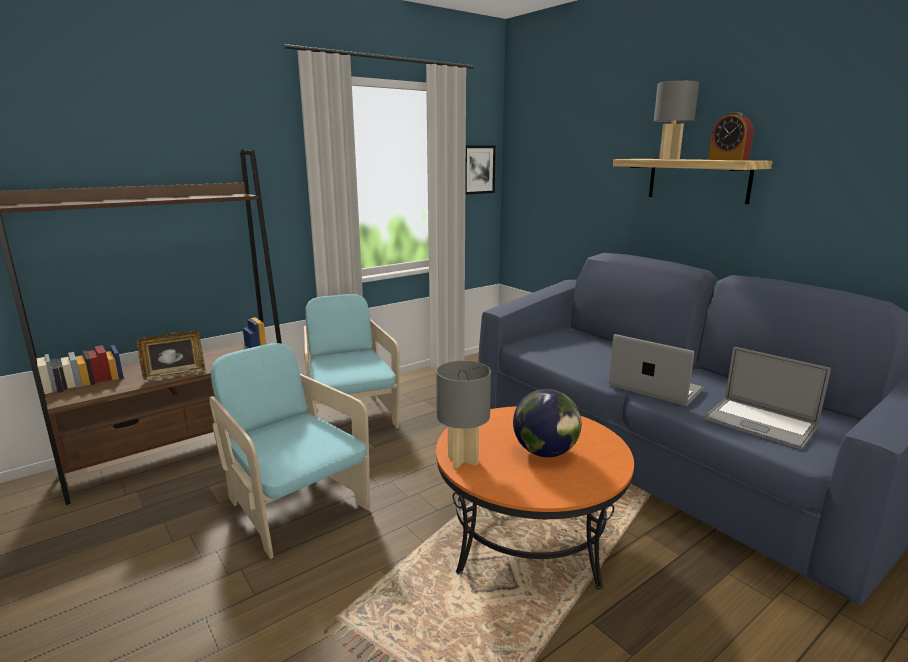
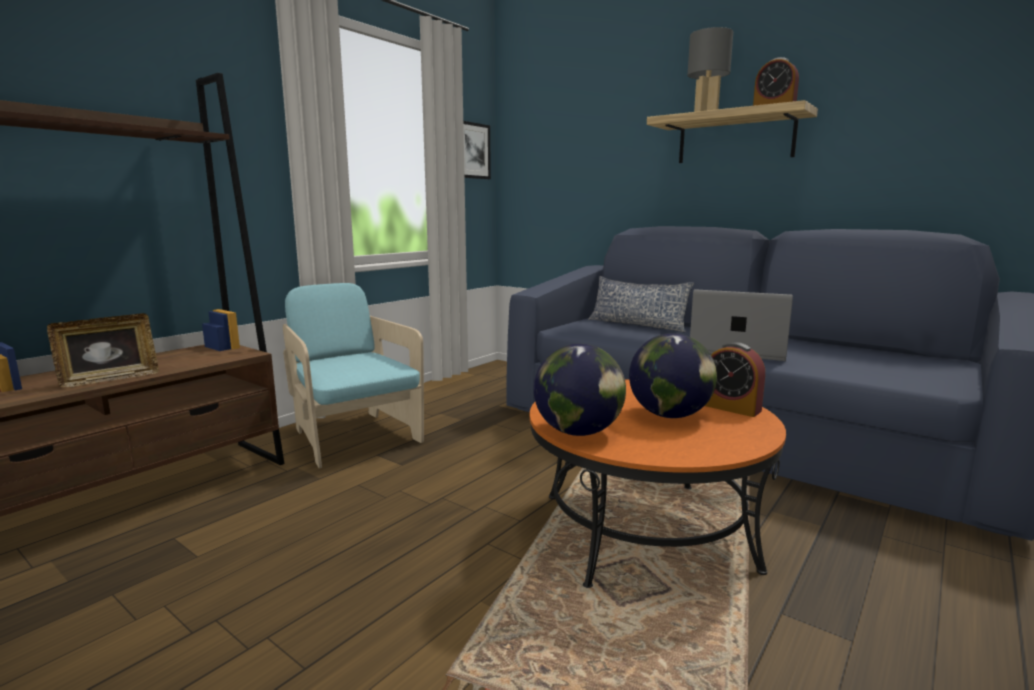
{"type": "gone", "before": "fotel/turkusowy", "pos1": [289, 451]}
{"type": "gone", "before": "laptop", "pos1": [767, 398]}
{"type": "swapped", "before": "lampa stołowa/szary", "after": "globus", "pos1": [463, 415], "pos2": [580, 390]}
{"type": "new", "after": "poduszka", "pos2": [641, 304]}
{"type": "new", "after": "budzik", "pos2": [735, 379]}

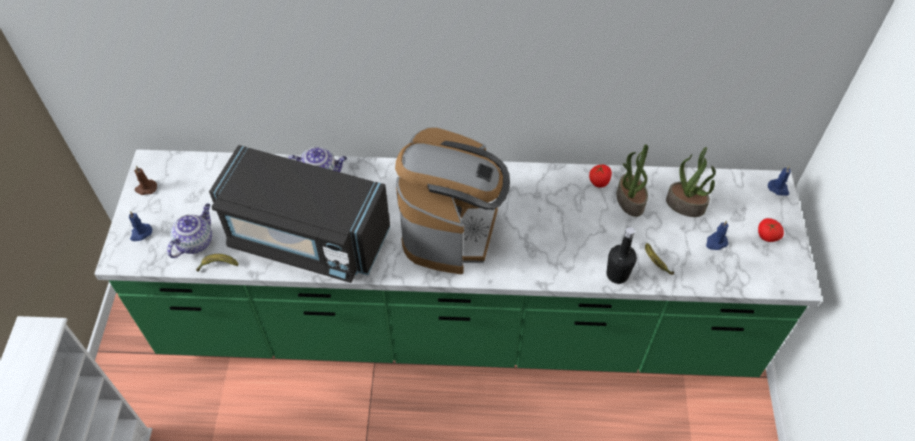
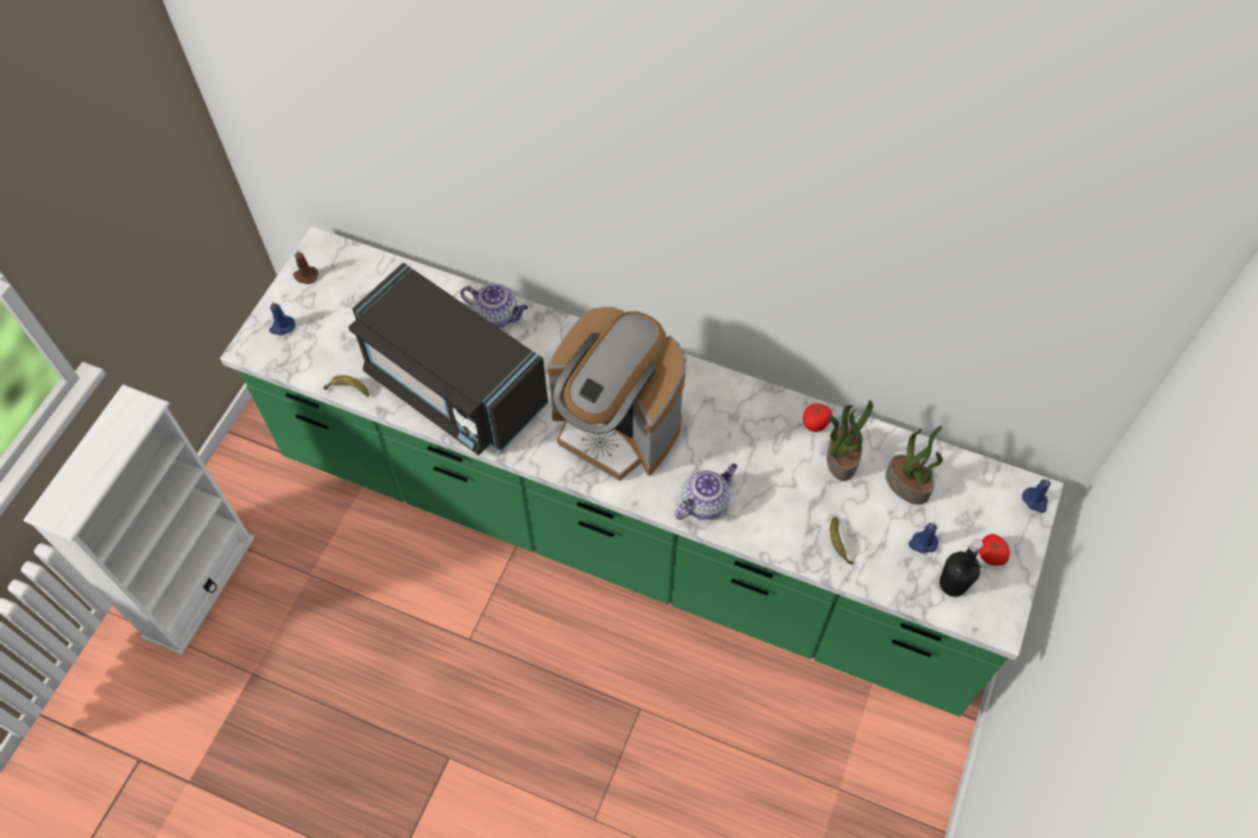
{"type": "rotated", "before": "ekspres do kawy", "pos1": [452, 200], "pos2": [616, 394], "turn": 90}
{"type": "shifted", "before": "imbryk", "pos1": [189, 230], "pos2": [706, 491]}
{"type": "shifted", "before": "butelka/czarny", "pos1": [621, 255], "pos2": [961, 568]}

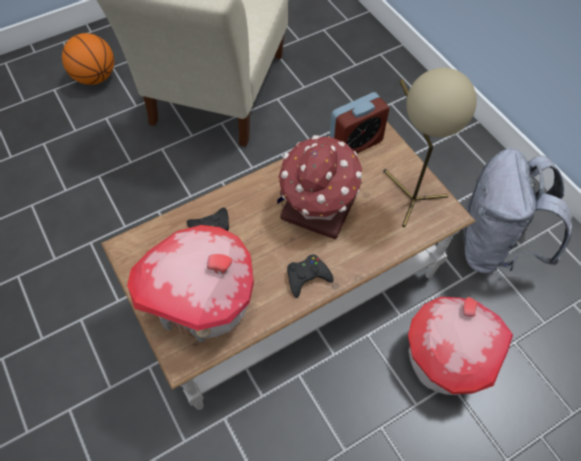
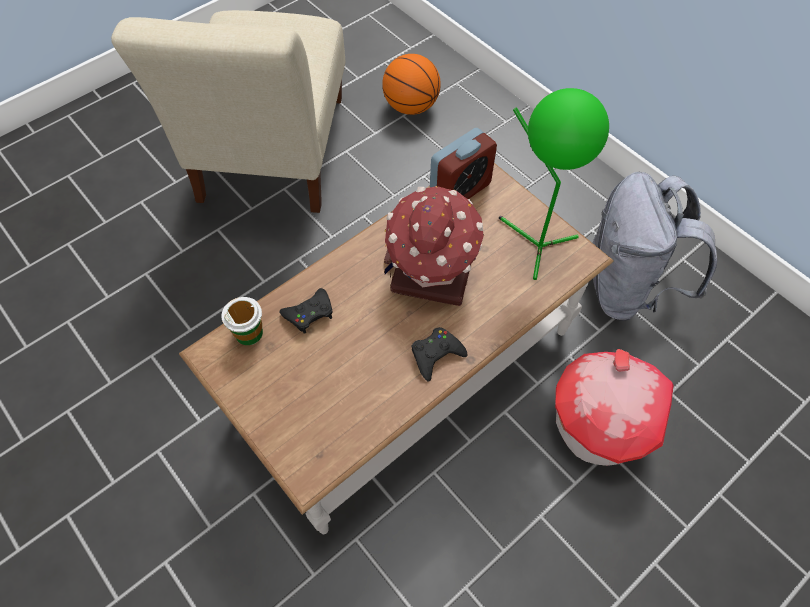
{"type": "shifted", "before": "piłka do koszykówki", "pos1": [88, 59], "pos2": [411, 84]}
{"type": "repainted", "before": "lampa stołowa/beżowy", "after": "lampa stołowa/zielony", "pos1": [430, 147], "pos2": [554, 184]}
{"type": "gone", "before": "domek", "pos1": [190, 283]}
{"type": "new", "after": "filiżanka", "pos2": [242, 321]}

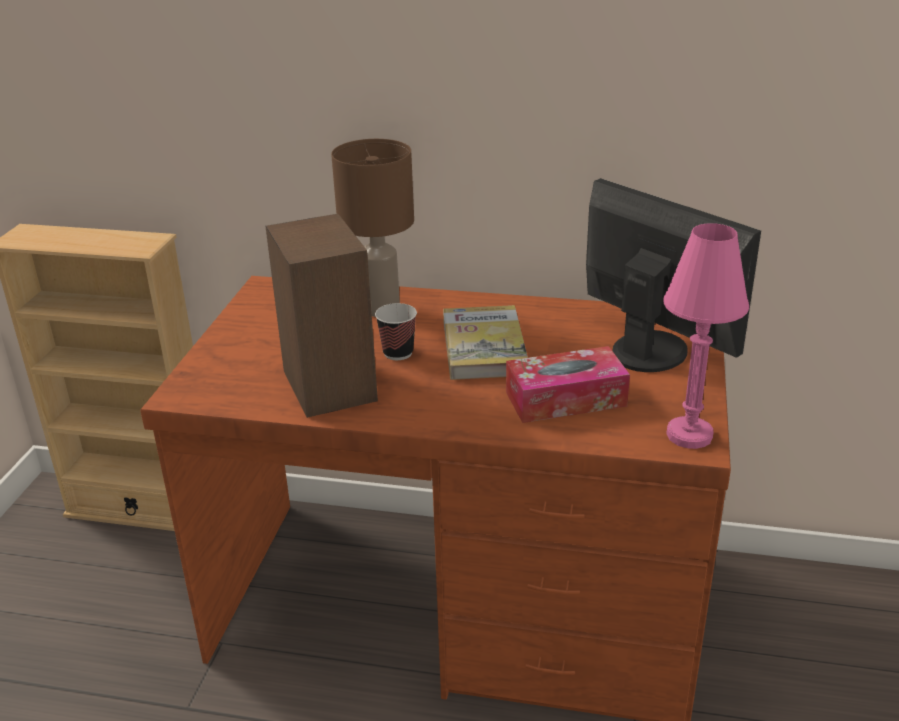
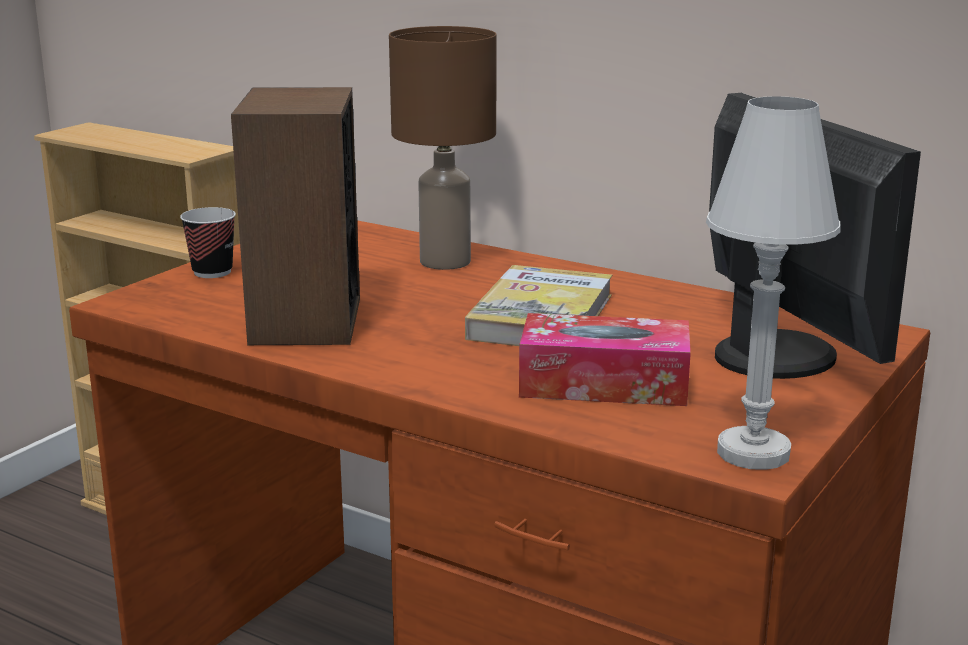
{"type": "repainted", "before": "lampa stołowa/różowy", "after": "lampa stołowa/biały", "pos1": [706, 336], "pos2": [773, 283]}
{"type": "shifted", "before": "filiżanka", "pos1": [396, 331], "pos2": [208, 242]}

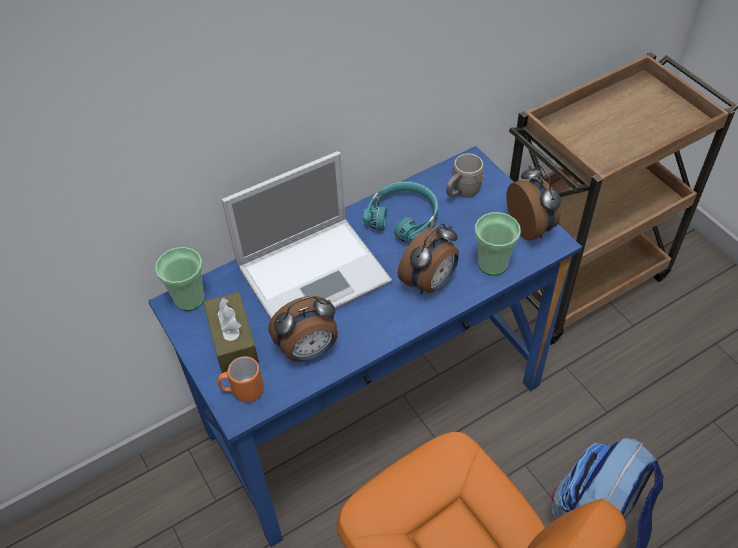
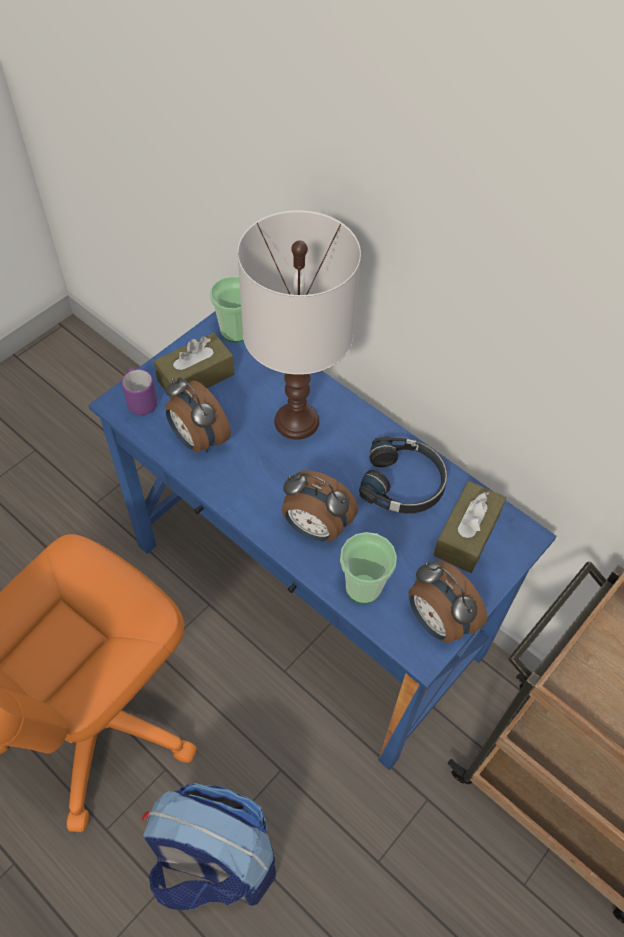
{"type": "swapped", "before": "laptop", "after": "lampa stołowa/biały", "pos1": [307, 235], "pos2": [299, 325]}
{"type": "swapped", "before": "kubek/szary", "after": "pudełko chusteczek/brązowy", "pos1": [465, 176], "pos2": [469, 527]}
{"type": "rotated", "before": "budzik", "pos1": [533, 202], "pos2": [448, 602], "turn": 90}
{"type": "repainted", "before": "słuchawki/turkusowy", "after": "słuchawki/czarny", "pos1": [400, 212], "pos2": [403, 474]}
{"type": "repainted", "before": "kubek/pomarańczowy", "after": "kubek/fioletowy", "pos1": [241, 379], "pos2": [139, 391]}

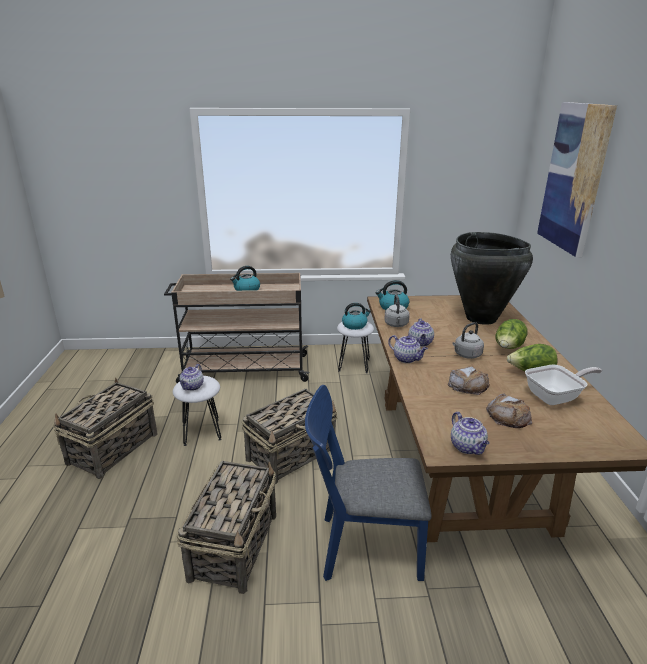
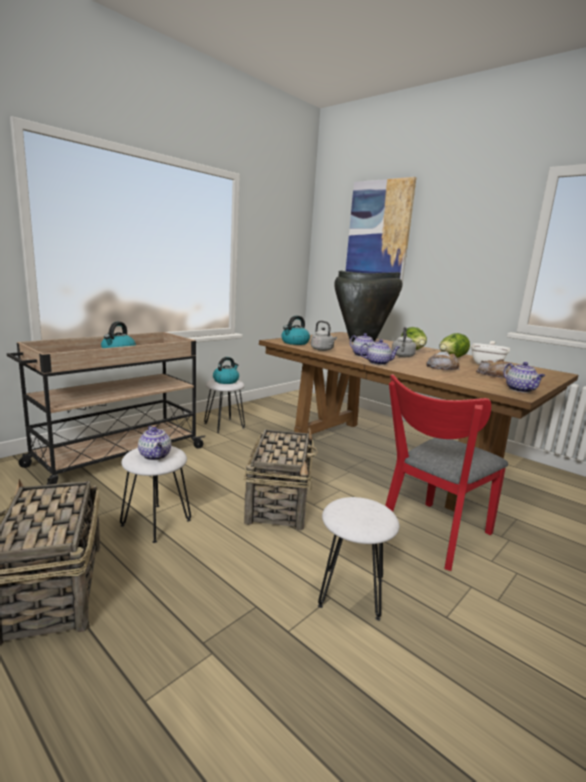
{"type": "repainted", "before": "krzesło/niebieski", "after": "krzesło/czerwony", "pos1": [368, 483], "pos2": [446, 472]}
{"type": "rotated", "before": "imbryk", "pos1": [470, 433], "pos2": [524, 377], "turn": 45}
{"type": "swapped", "before": "koszyk", "after": "stołek/biały", "pos1": [226, 527], "pos2": [359, 559]}

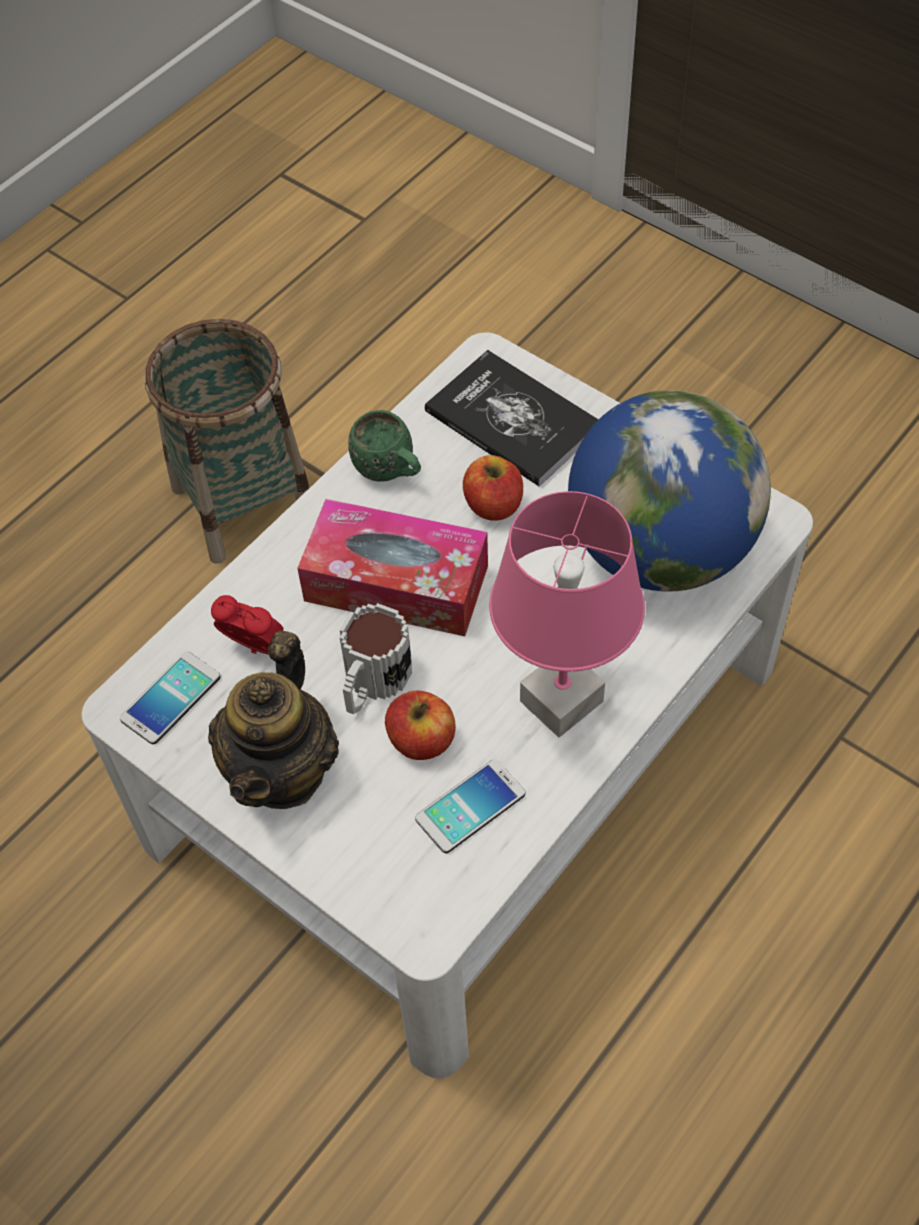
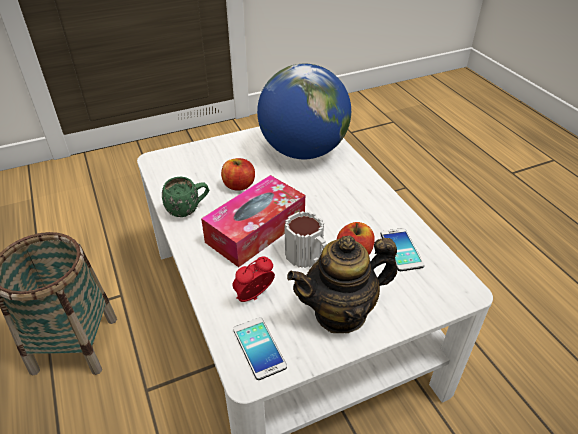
{"type": "gone", "before": "książka", "pos1": [512, 418]}
{"type": "gone", "before": "lampa stołowa/różowy", "pos1": [567, 614]}
{"type": "rotated", "before": "imbryk", "pos1": [273, 719], "pos2": [342, 284], "turn": 120}

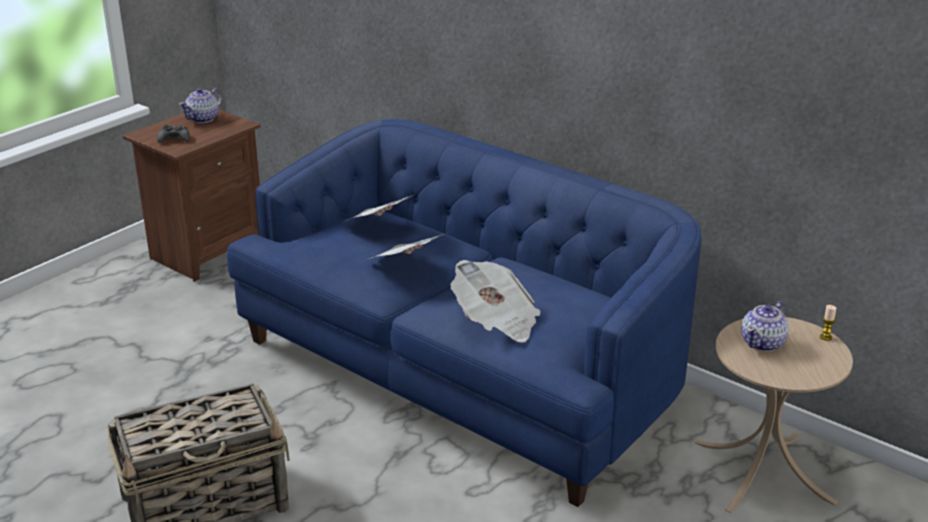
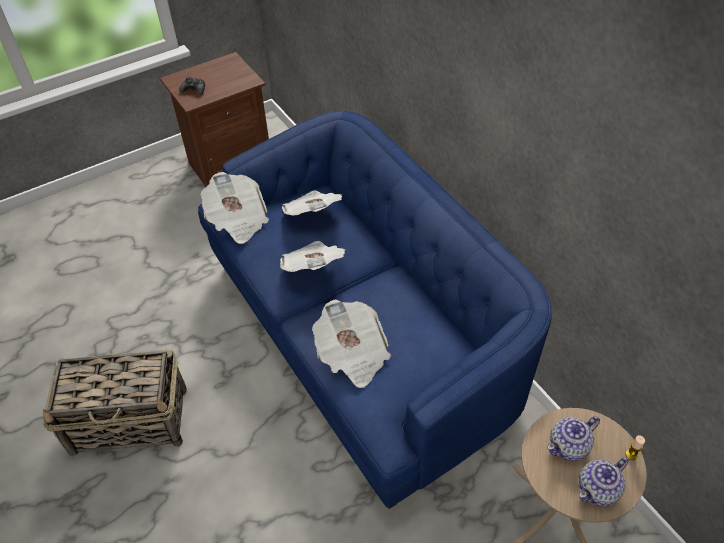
{"type": "shifted", "before": "imbryk", "pos1": [200, 105], "pos2": [604, 481]}
{"type": "new", "after": "gazeta", "pos2": [235, 208]}

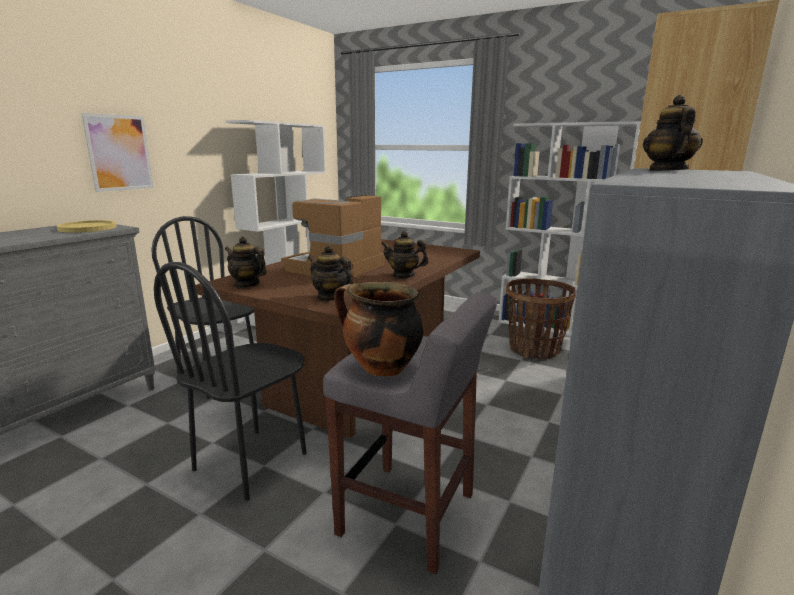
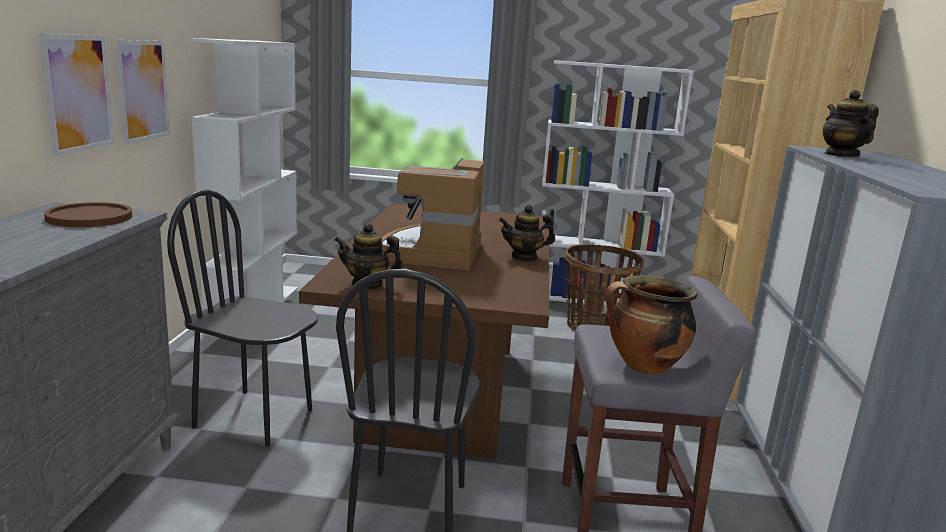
{"type": "repainted", "before": "talerz/żółty", "after": "talerz/brązowy", "pos1": [87, 226], "pos2": [88, 214]}
{"type": "gone", "before": "imbryk", "pos1": [330, 273]}
{"type": "new", "after": "obraz", "pos2": [142, 92]}

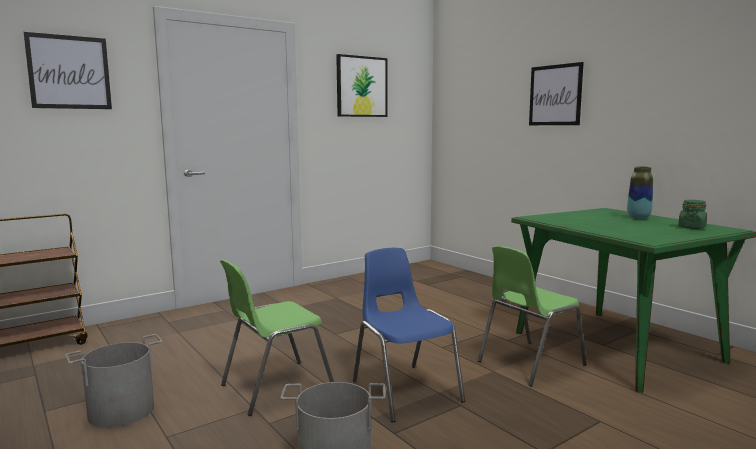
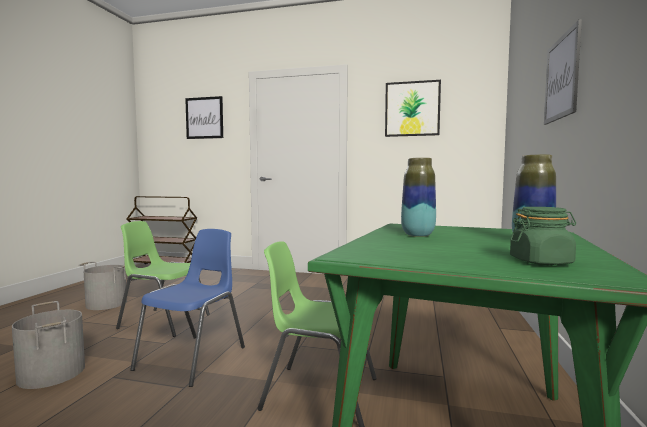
{"type": "new", "after": "wazon", "pos2": [418, 197]}

